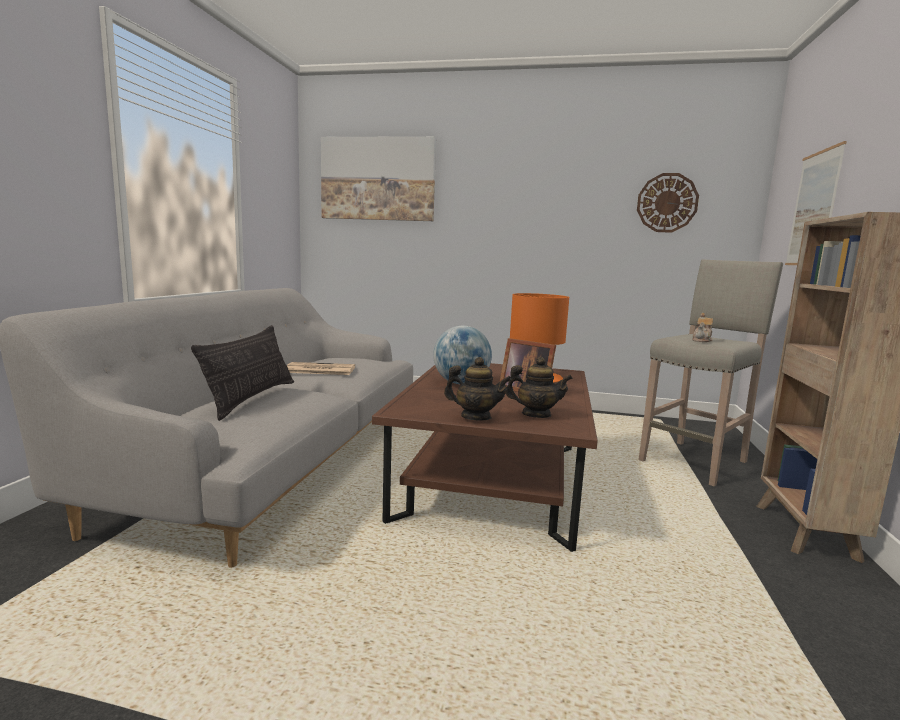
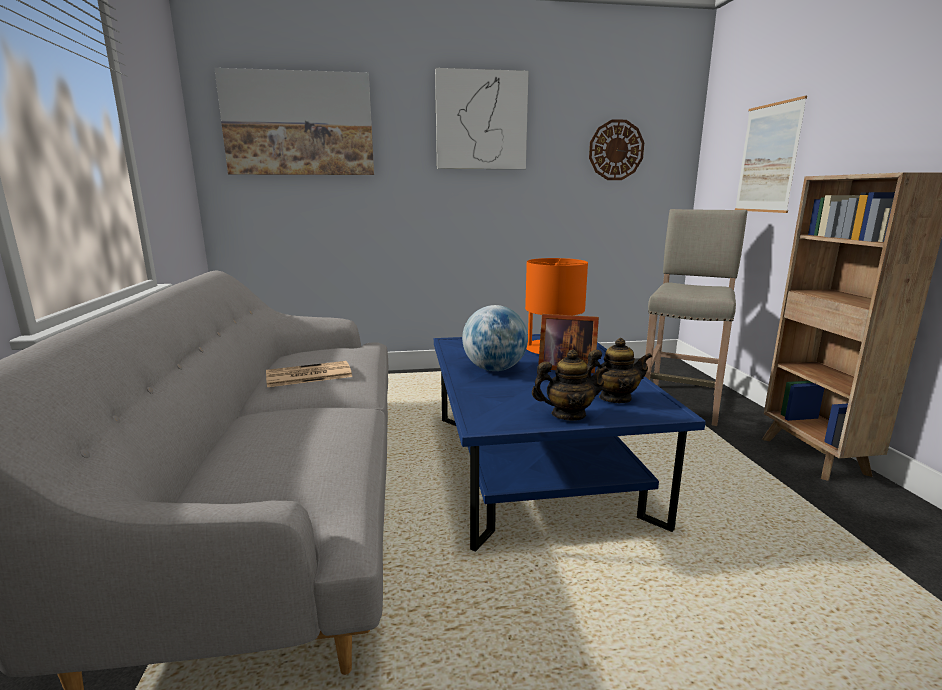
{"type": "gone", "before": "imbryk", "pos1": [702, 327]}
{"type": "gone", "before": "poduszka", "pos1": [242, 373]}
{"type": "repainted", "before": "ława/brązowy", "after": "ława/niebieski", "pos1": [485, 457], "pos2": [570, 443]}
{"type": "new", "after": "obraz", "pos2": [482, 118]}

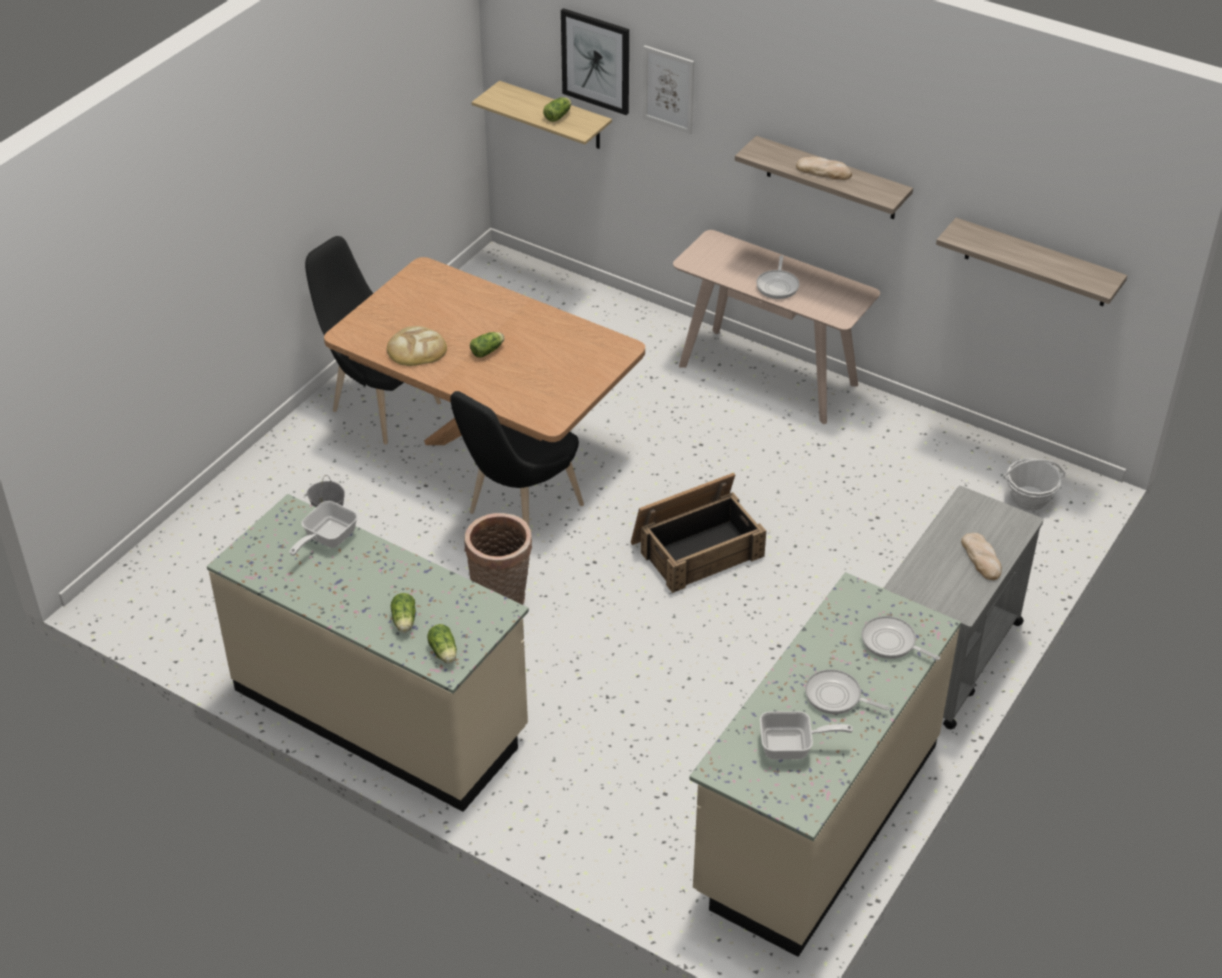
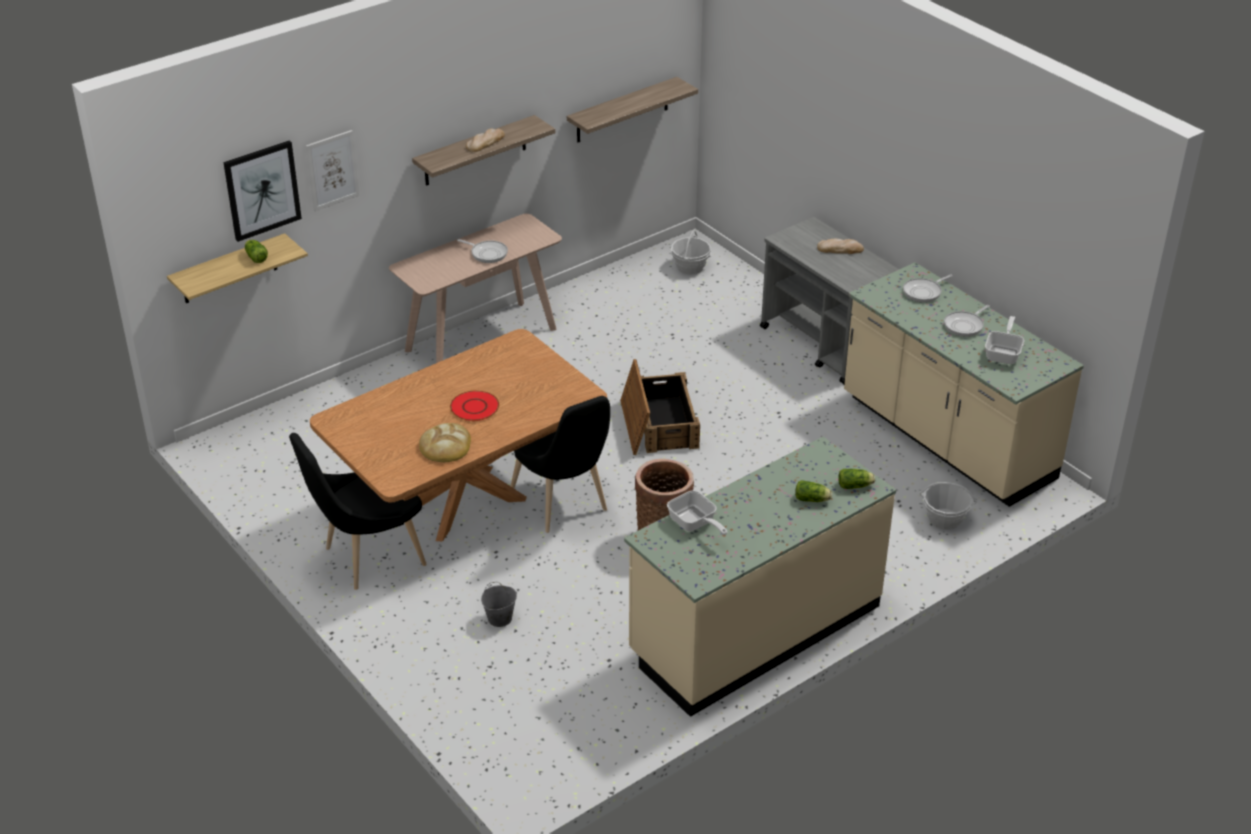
{"type": "swapped", "before": "sałata", "after": "talerz/czerwony", "pos1": [487, 345], "pos2": [474, 405]}
{"type": "new", "after": "koszyk", "pos2": [948, 506]}

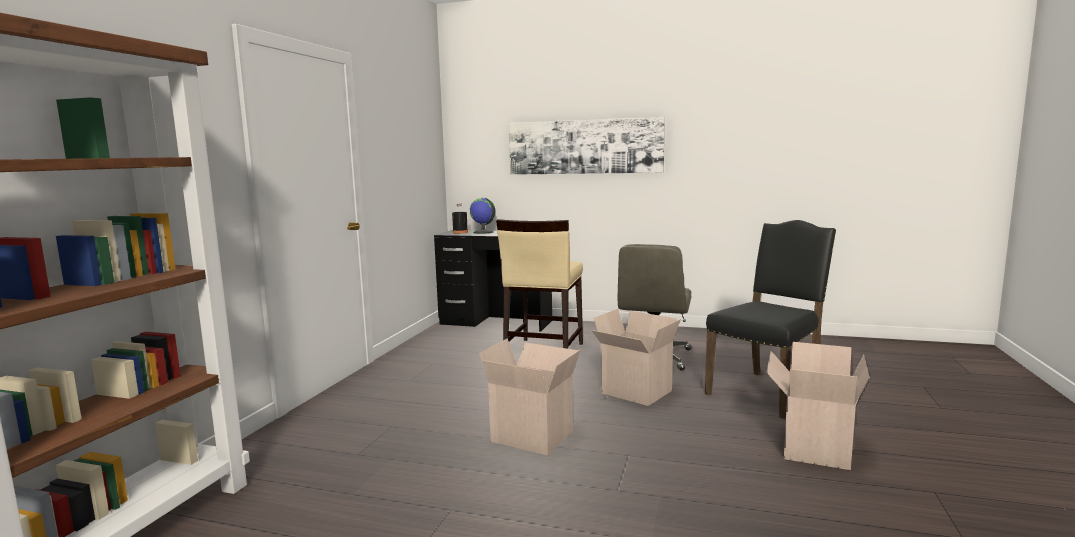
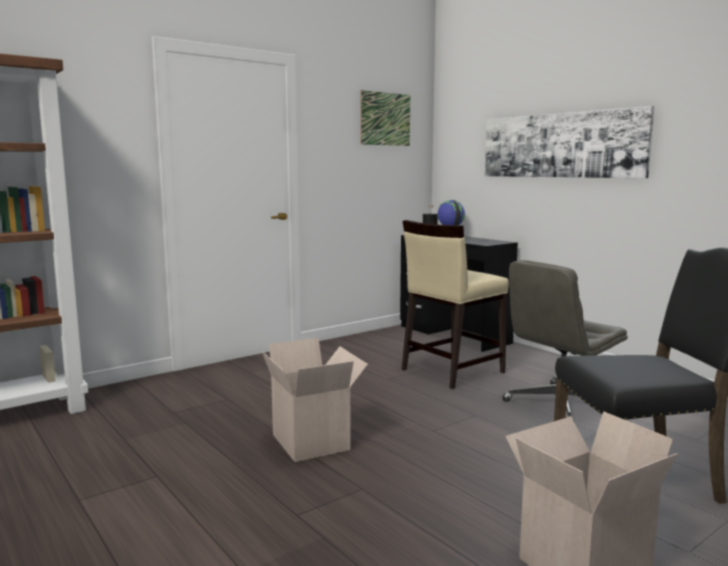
{"type": "gone", "before": "karton", "pos1": [636, 357]}
{"type": "new", "after": "obraz", "pos2": [385, 118]}

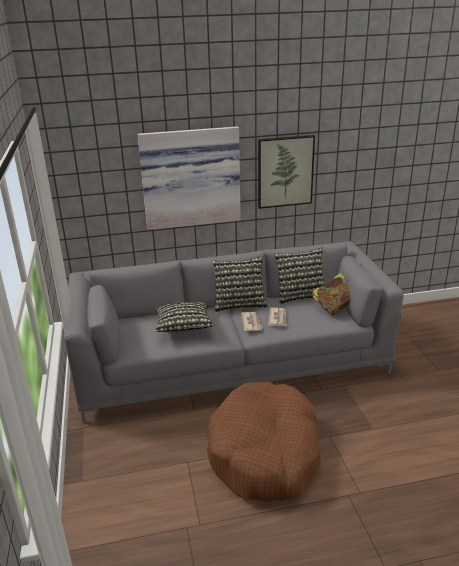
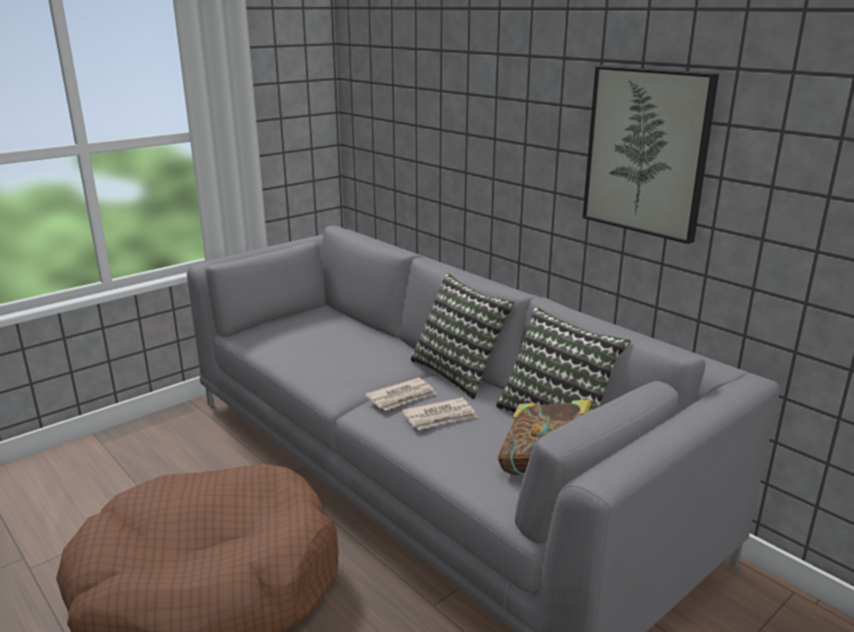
{"type": "gone", "before": "obraz", "pos1": [188, 178]}
{"type": "gone", "before": "poduszka", "pos1": [185, 317]}

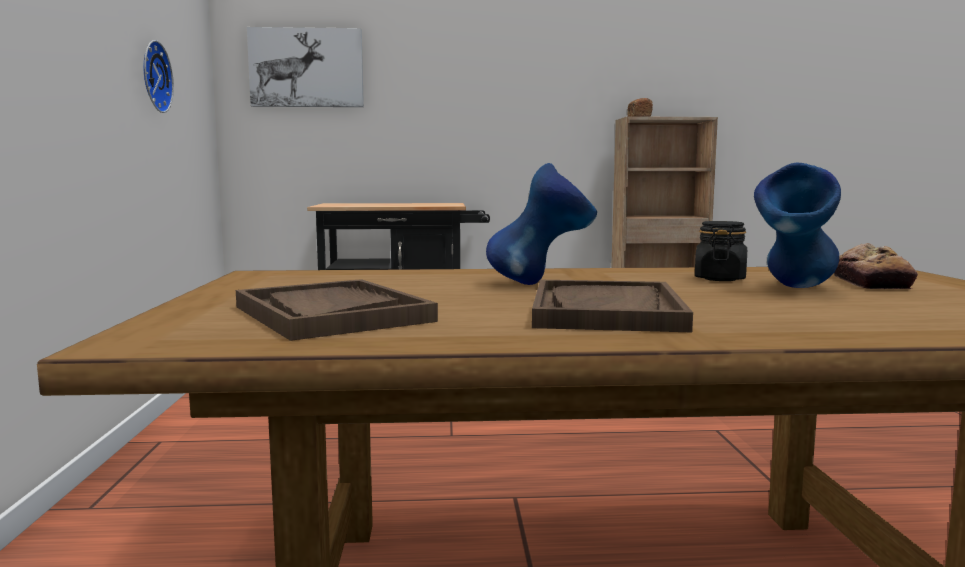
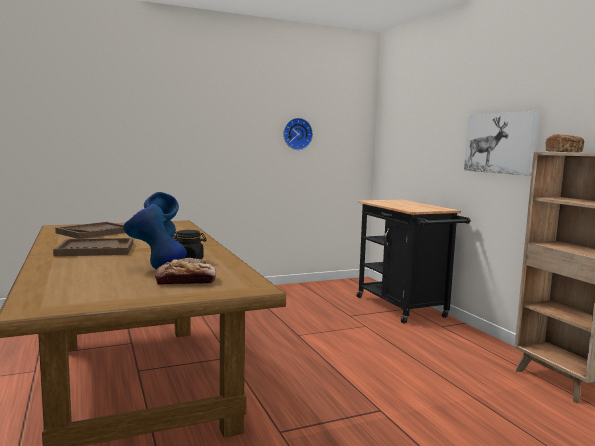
{"type": "shifted", "before": "obraz", "pos1": [305, 67], "pos2": [502, 143]}

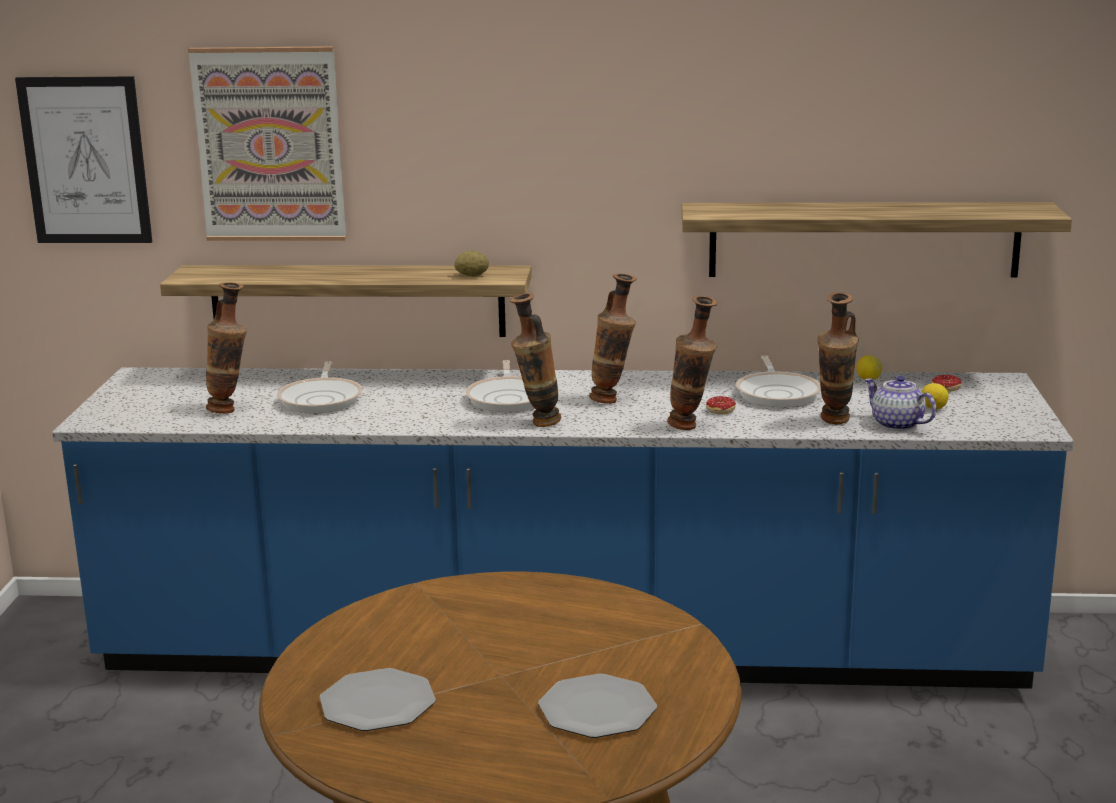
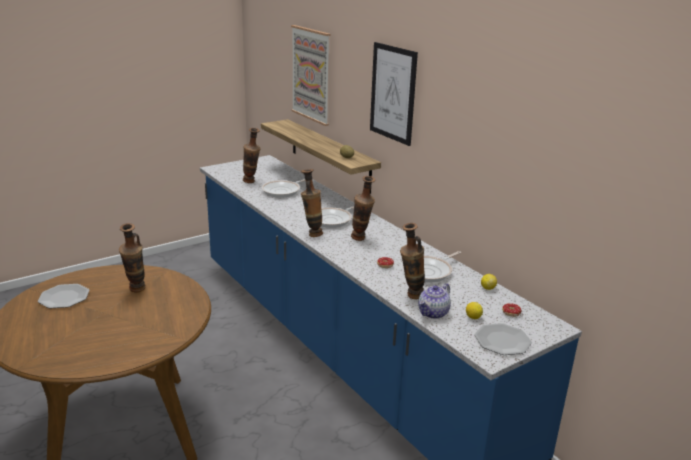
{"type": "shifted", "before": "obraz", "pos1": [83, 159], "pos2": [394, 94]}
{"type": "gone", "before": "półka", "pos1": [877, 240]}
{"type": "shifted", "before": "wazon", "pos1": [692, 363], "pos2": [132, 258]}
{"type": "rotated", "before": "imbryk", "pos1": [900, 403], "pos2": [434, 301], "turn": -150}
{"type": "shifted", "before": "talerz", "pos1": [597, 706], "pos2": [503, 339]}

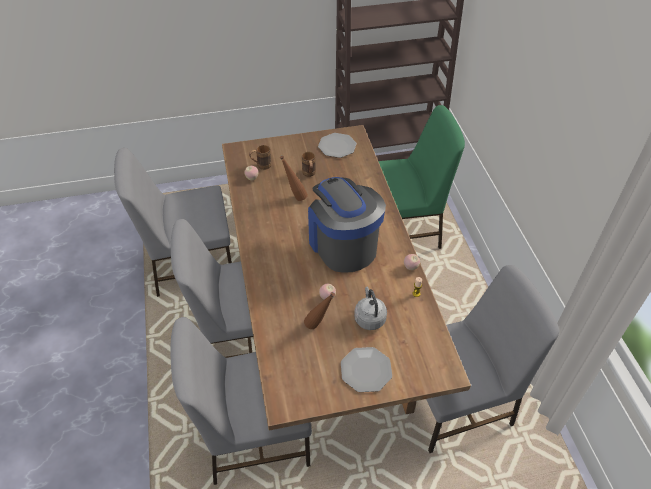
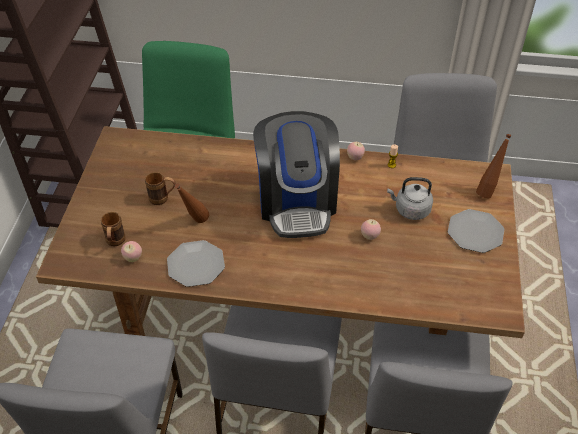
{"type": "shifted", "before": "talerz", "pos1": [337, 145], "pos2": [196, 263]}
{"type": "rotated", "before": "ekspres do kawy", "pos1": [347, 225], "pos2": [296, 174], "turn": -90}
{"type": "shifted", "before": "butelka/brązowy", "pos1": [319, 310], "pos2": [493, 166]}

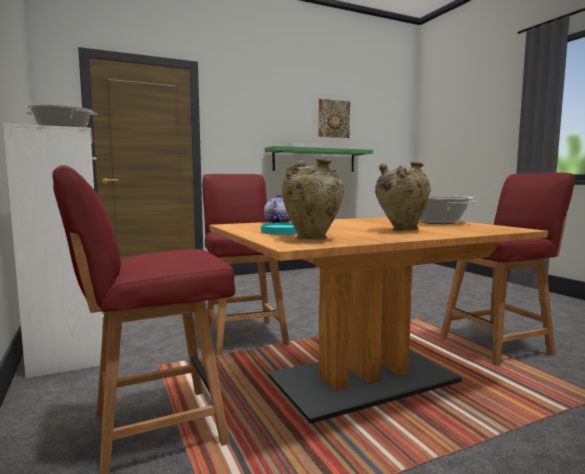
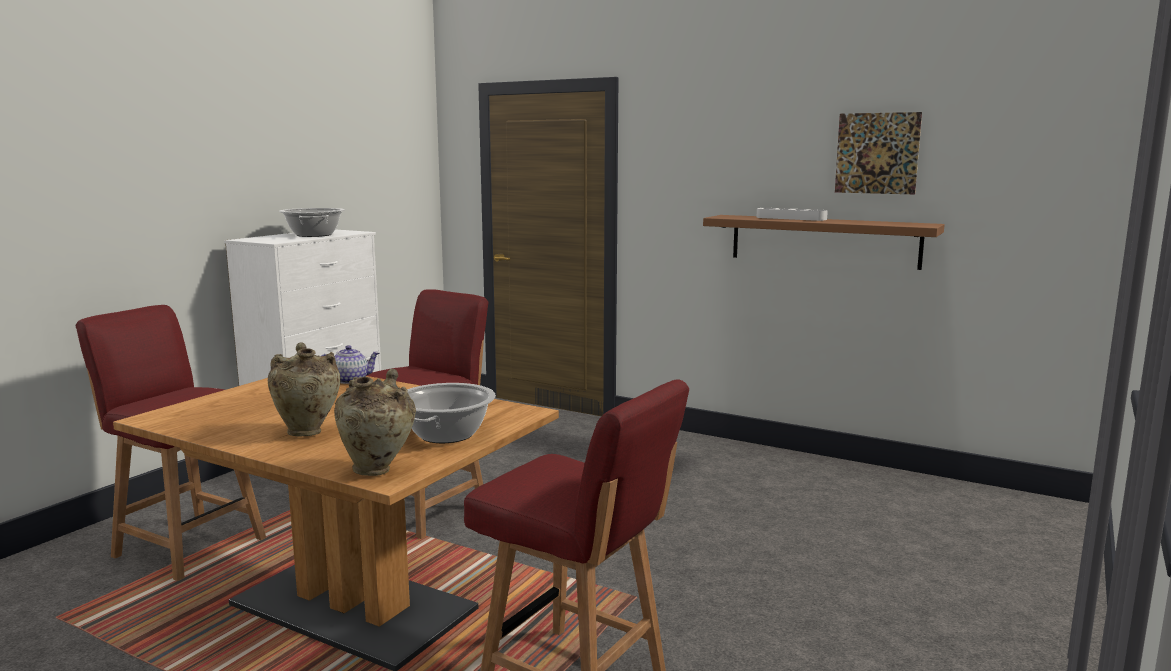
{"type": "repainted", "before": "półka/zielony", "after": "półka/brązowy", "pos1": [319, 159], "pos2": [824, 242]}
{"type": "shifted", "before": "wazon/beżowy", "pos1": [312, 198], "pos2": [375, 422]}
{"type": "gone", "before": "talerz/turkusowy", "pos1": [279, 229]}

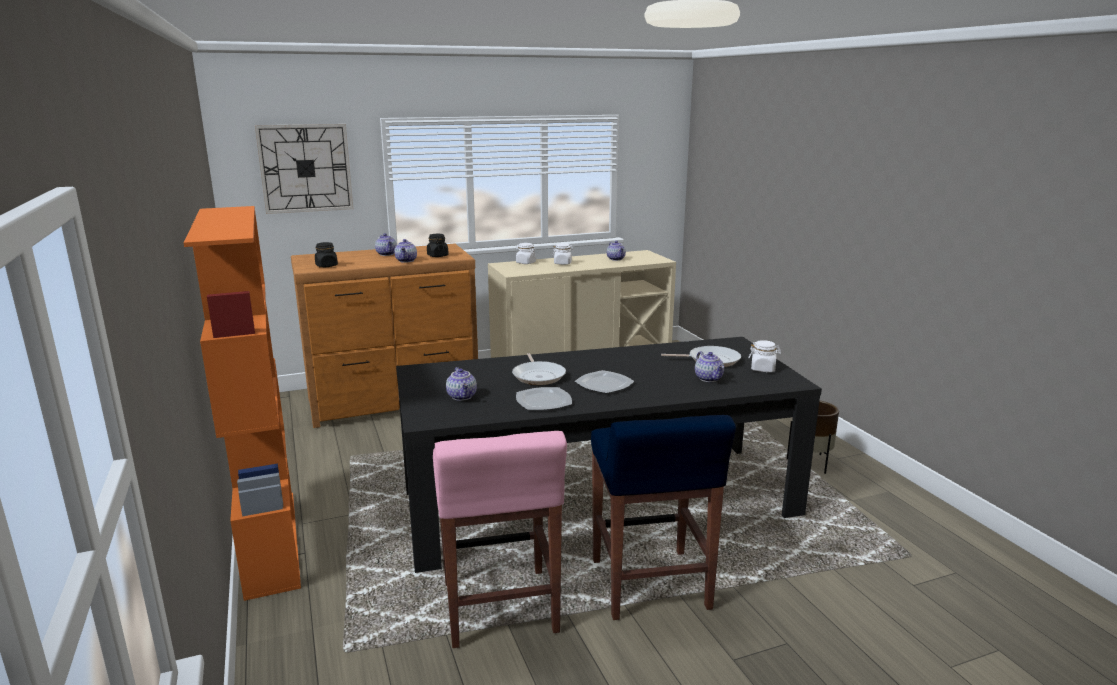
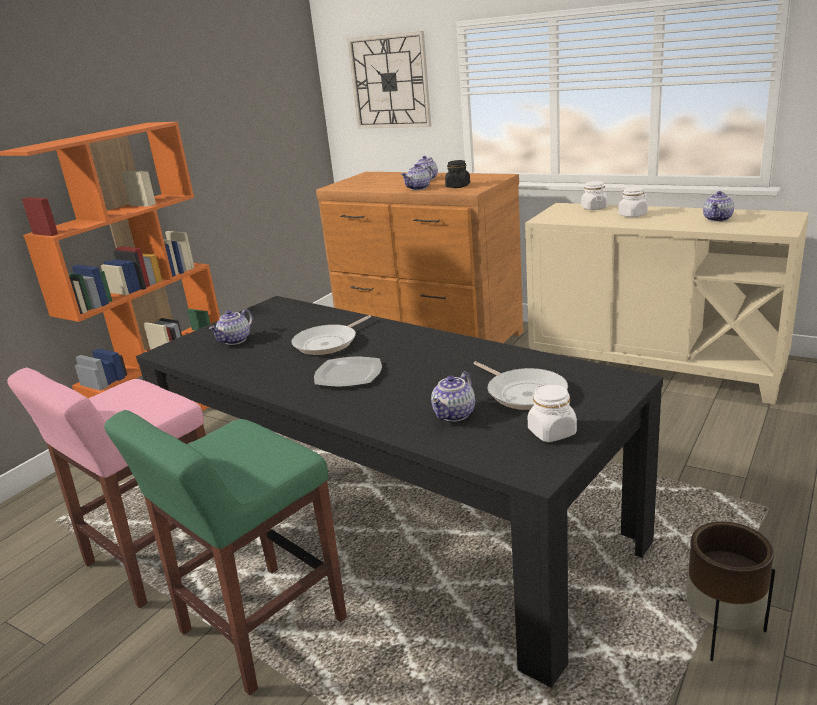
{"type": "gone", "before": "słoik/czarny", "pos1": [326, 254]}
{"type": "gone", "before": "talerz", "pos1": [544, 398]}
{"type": "repainted", "before": "stołek/niebieski", "after": "stołek/zielony", "pos1": [663, 517], "pos2": [225, 553]}

